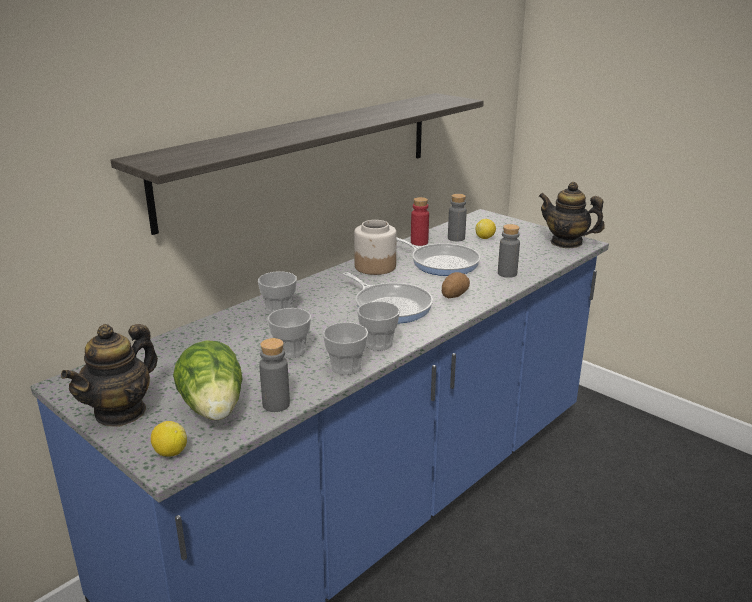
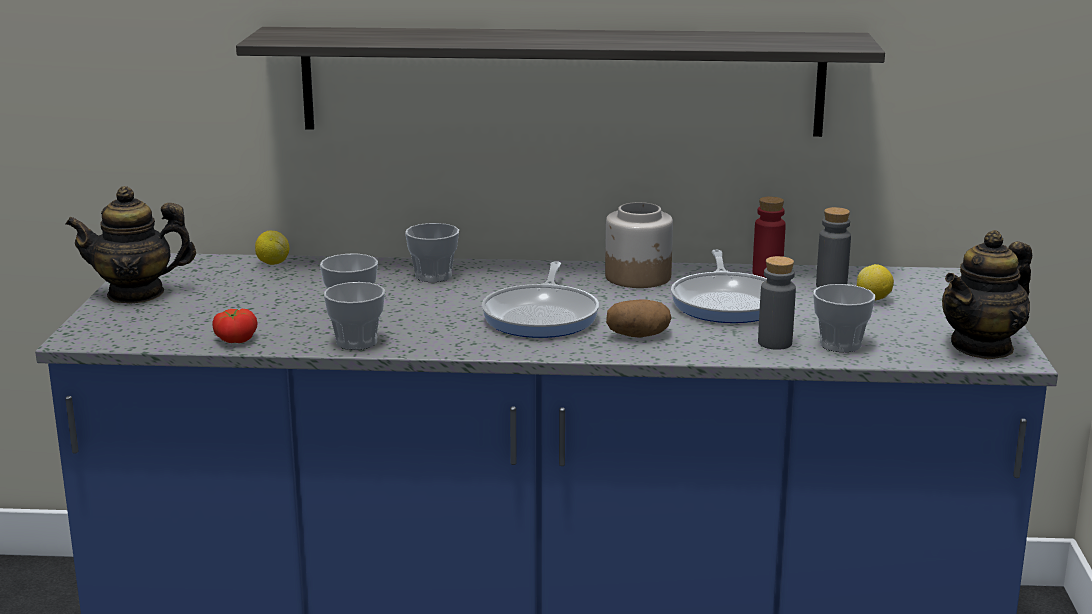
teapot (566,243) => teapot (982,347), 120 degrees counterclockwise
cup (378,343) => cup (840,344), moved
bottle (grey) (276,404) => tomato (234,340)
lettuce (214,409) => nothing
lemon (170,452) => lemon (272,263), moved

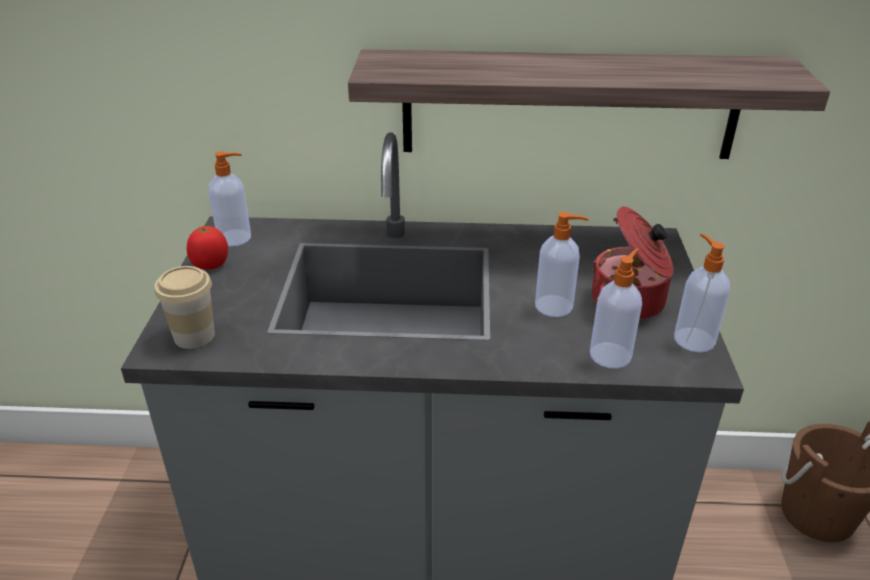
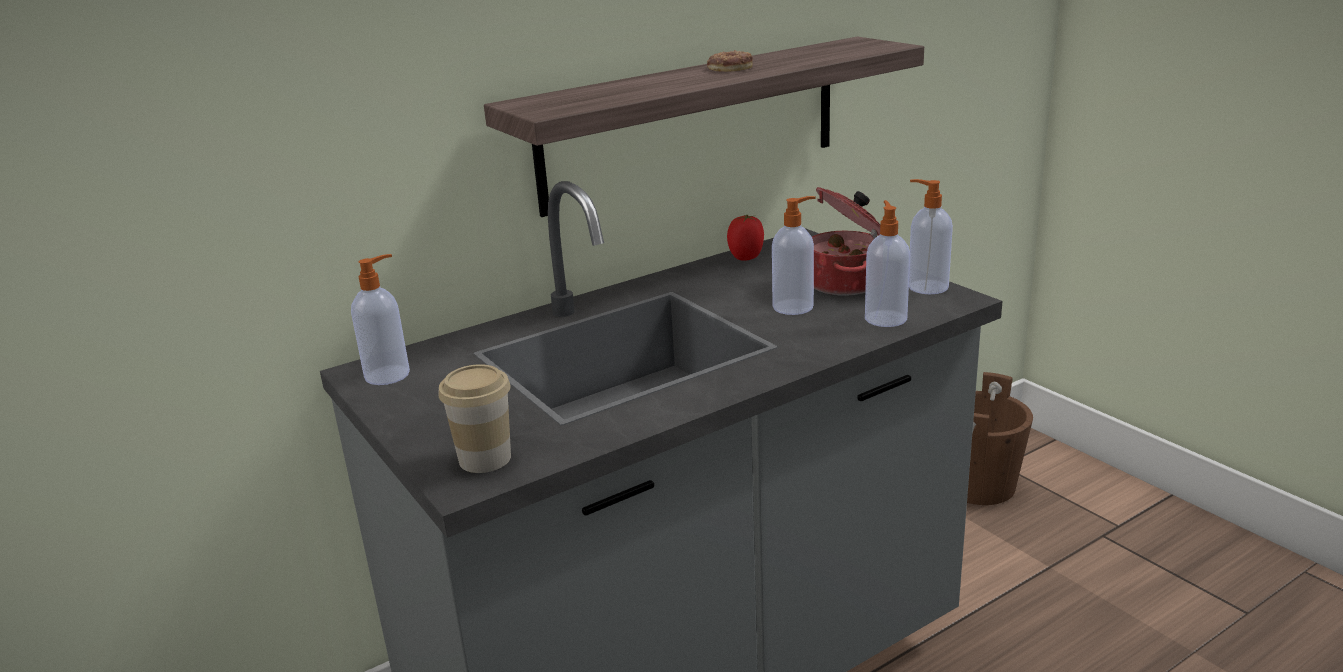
tomato (210,265) => tomato (746,257), moved
nothing => donut (730,67)

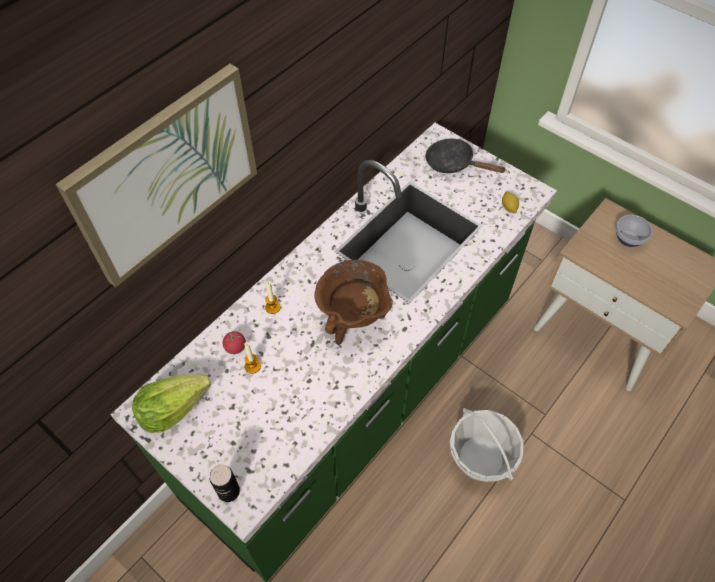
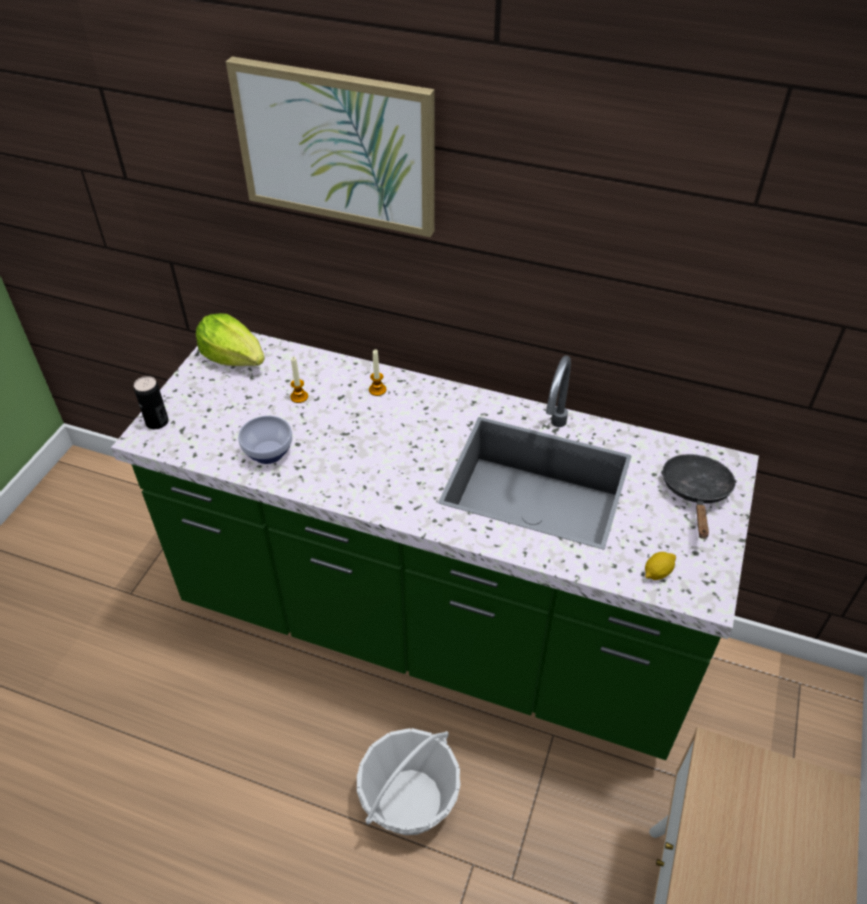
bowl (629,239) => bowl (268,454), moved
cooking pot (brown) (353,319) => nothing
tomato (235,347) => nothing

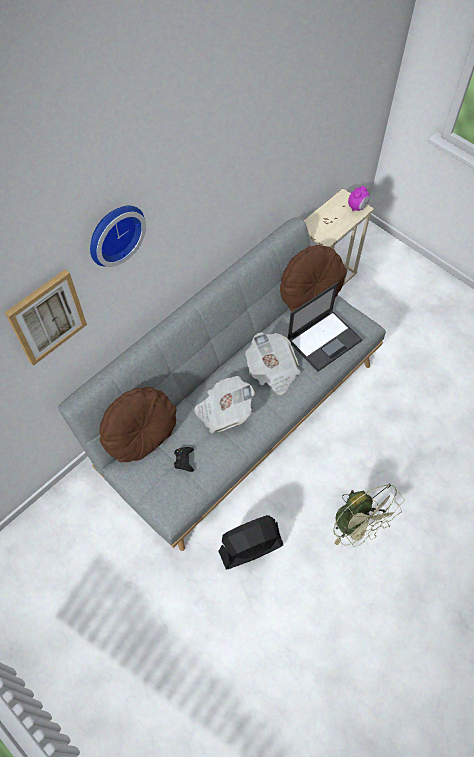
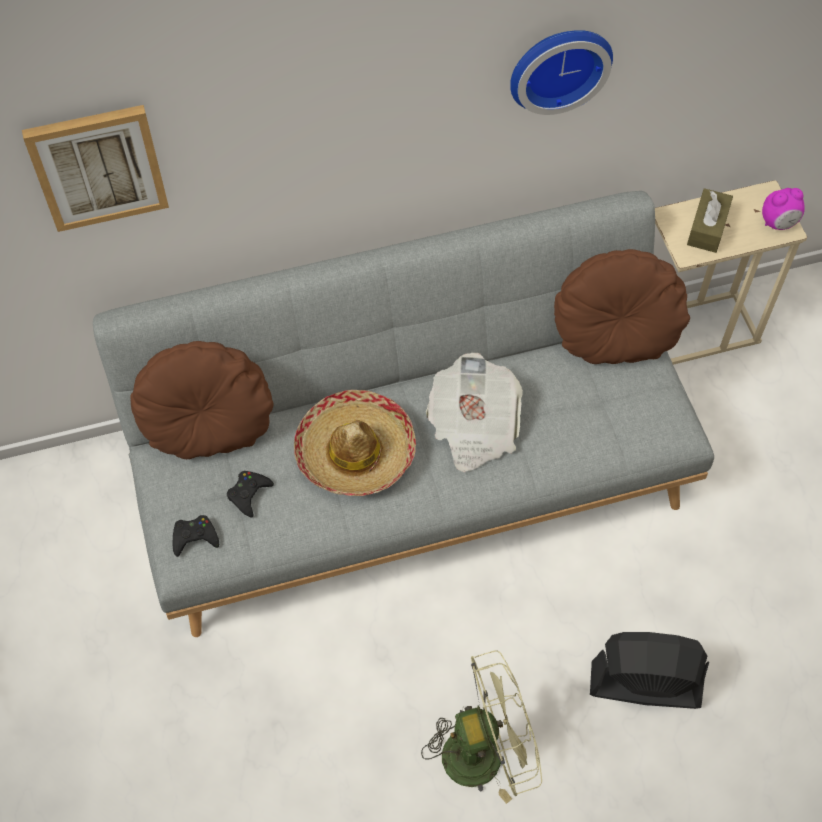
wall clock (113,233) => wall clock (558,65), moved
laptop (324,339) => nothing
newspaper (223,411) => hat (355,451)
fan (green) (357,526) => fan (green) (484,750), 105 degrees counterclockwise
fan (black) (250,548) => fan (black) (644,684), moved
nothing => tissue box (brown) (707,228)
nothing => game controller (black) (195,537)

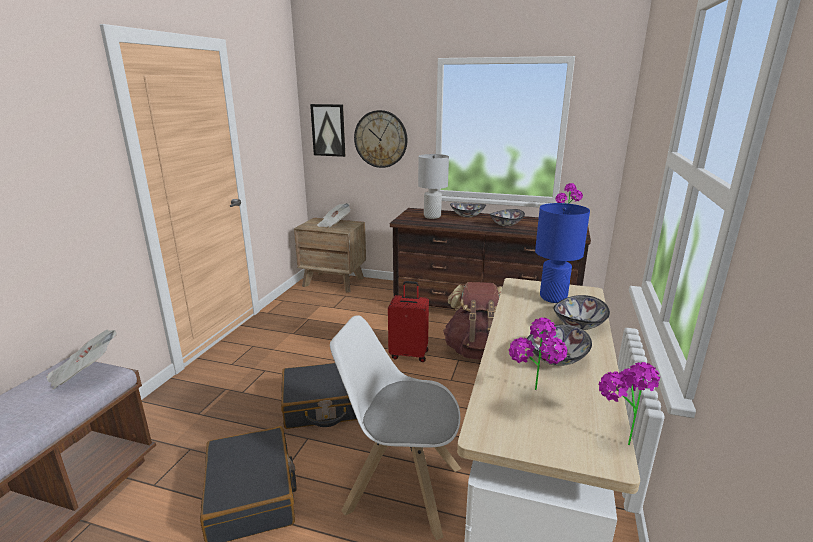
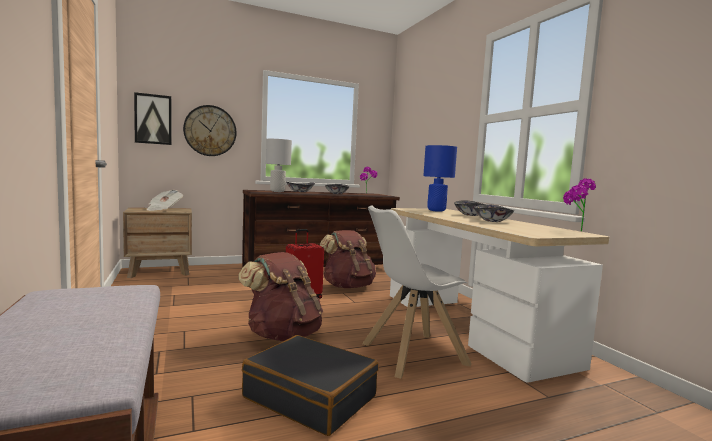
potted plant (534,395) => nothing
newspaper (84,373) => nothing
suitcase (black) (325,405) => backpack (brown) (283,335)

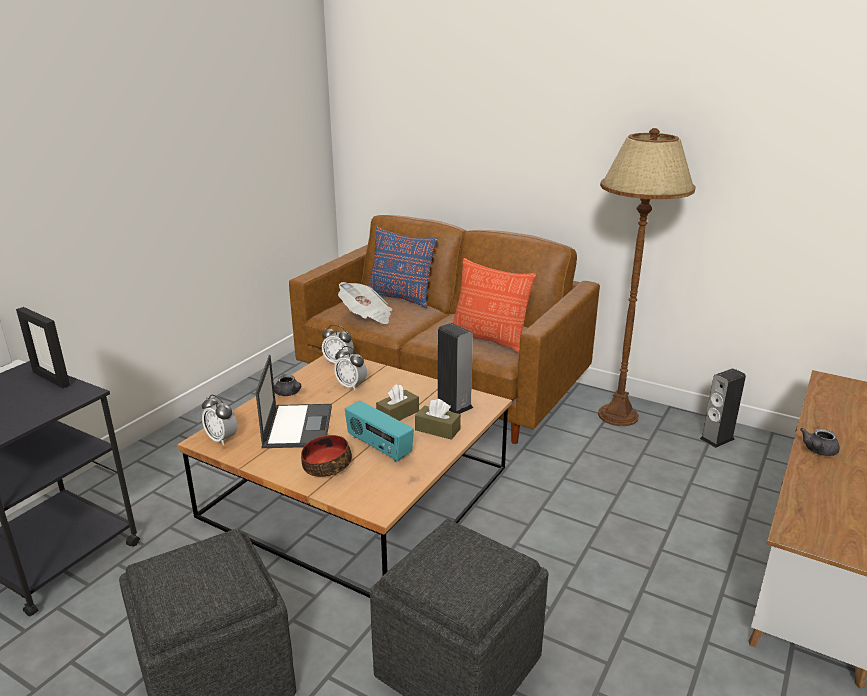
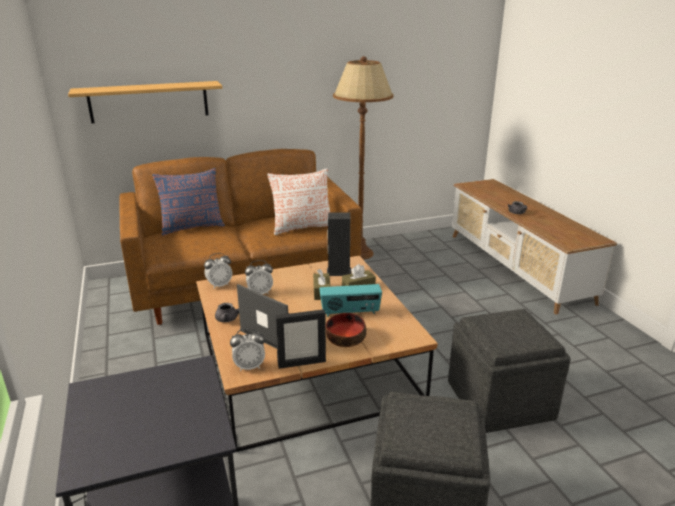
pillow (orange) (489,340) => pillow (white) (302,228)
newspaper (366,316) => nothing
picture frame (52,378) => picture frame (301,362), moved
speaker (717,439) => nothing
nothing => shelf (149,101)

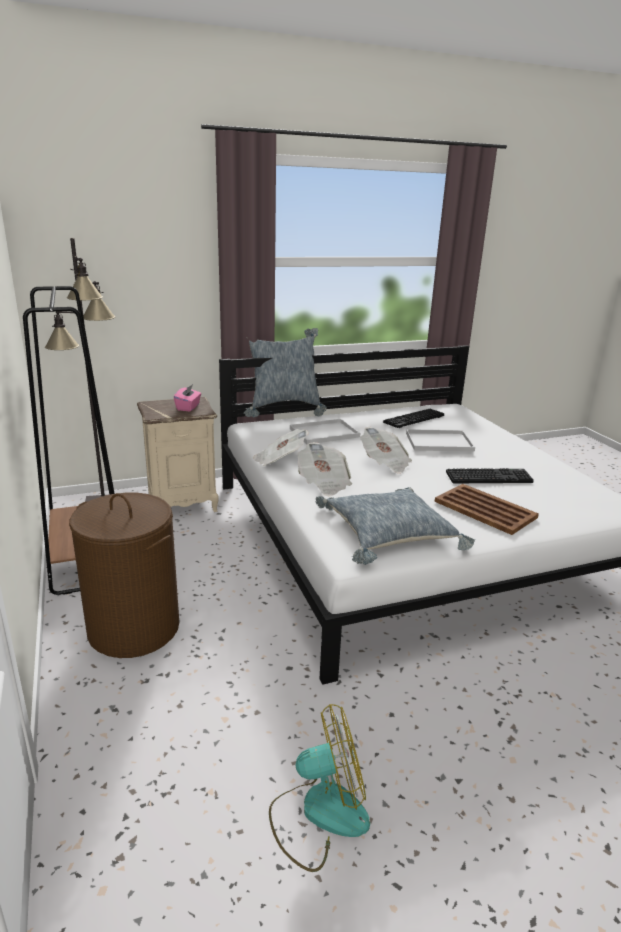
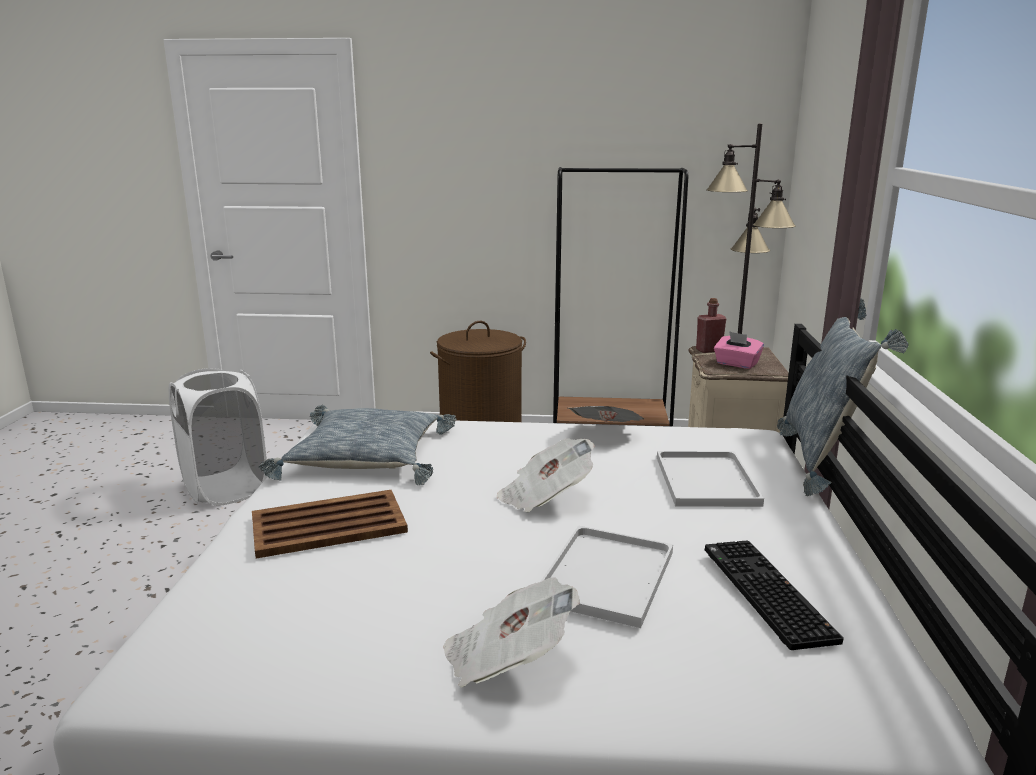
newspaper (324,483) => newspaper (507,660), moved
keyboard (489,477) => nothing
fan (319,813) => laundry basket (white) (225,488)
nothing => bottle (red) (709,350)

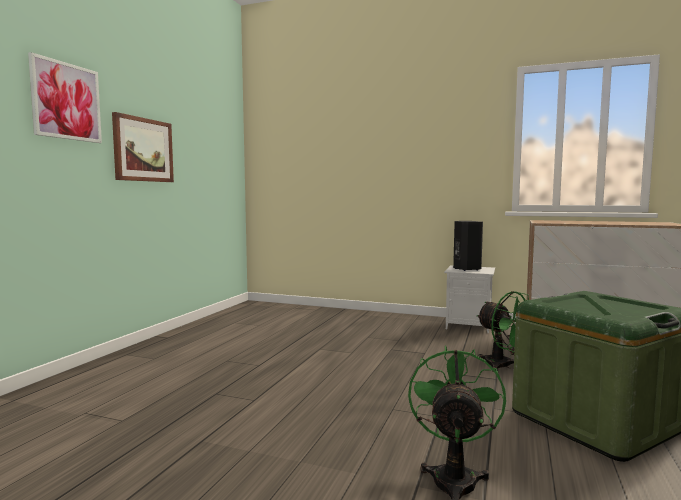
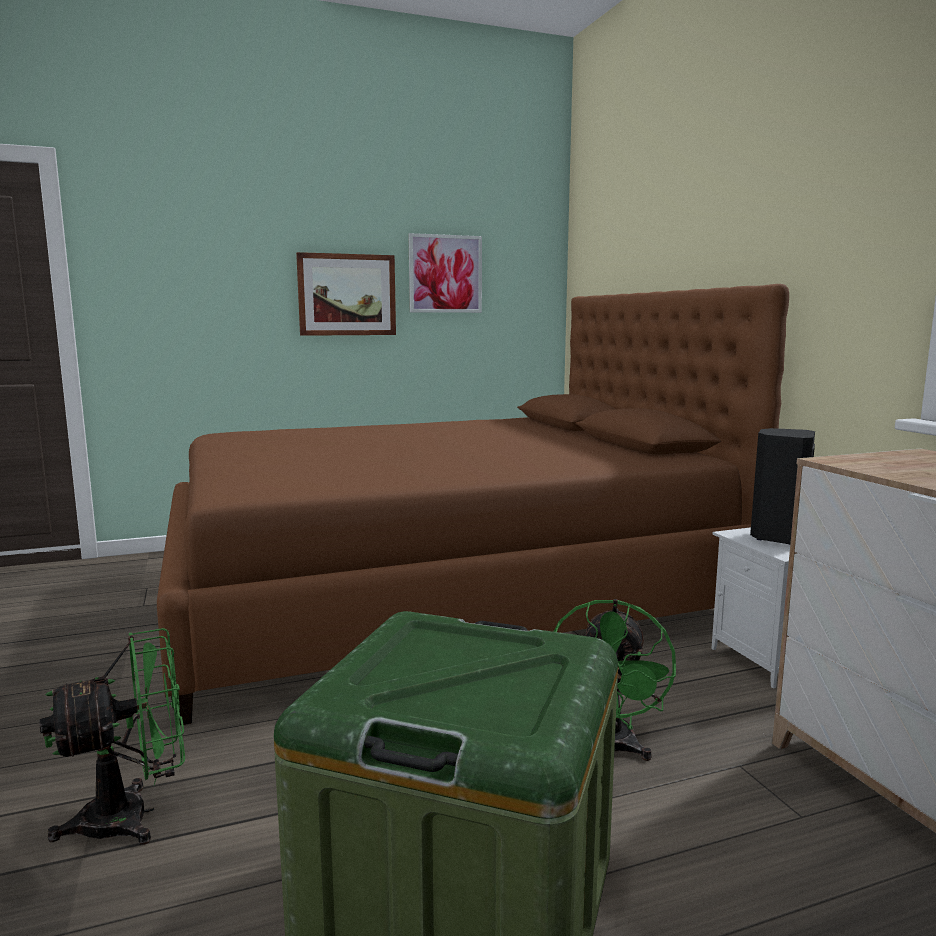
picture (66,101) => picture (445,274), moved
nothing => bed (brown) (444,594)

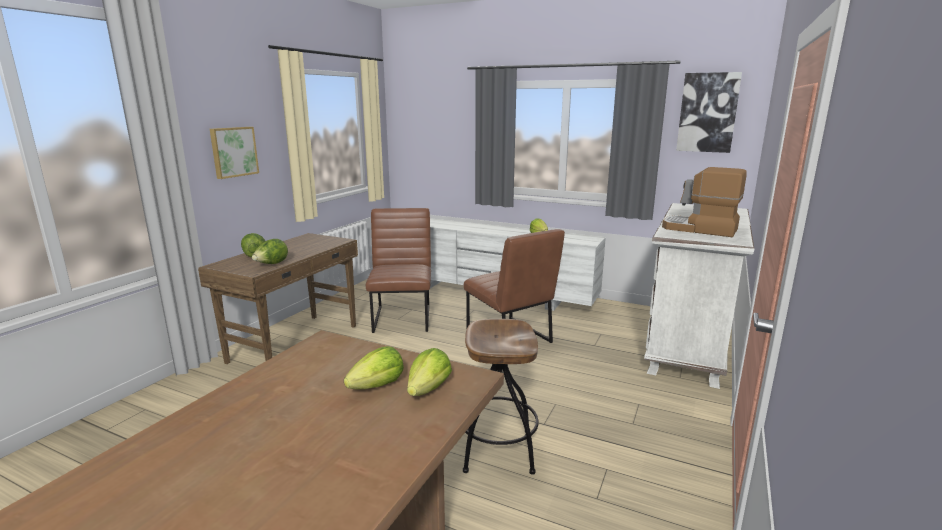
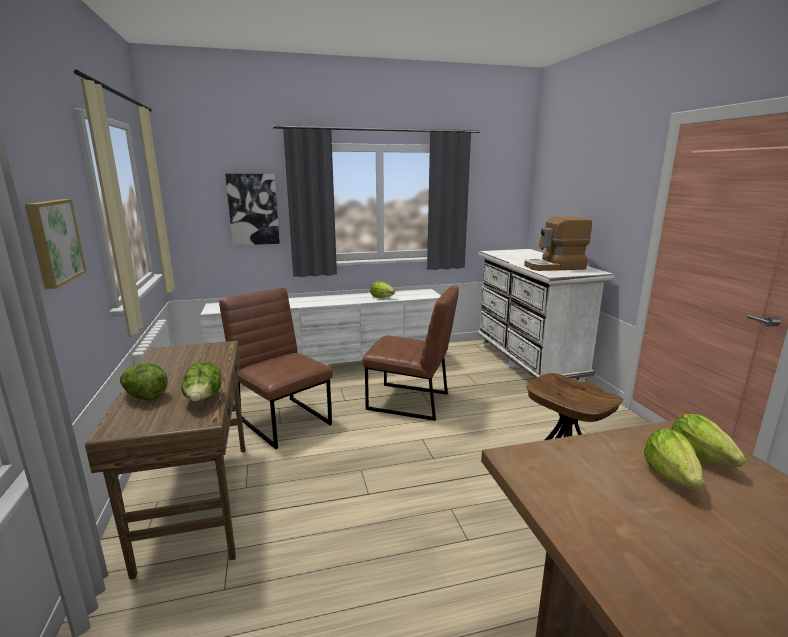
picture (707,112) => picture (253,209), moved

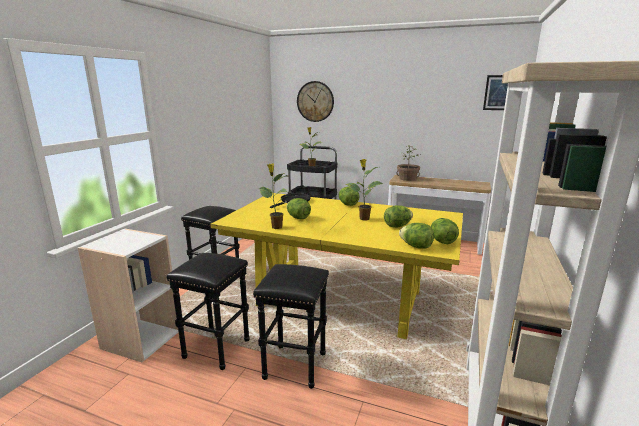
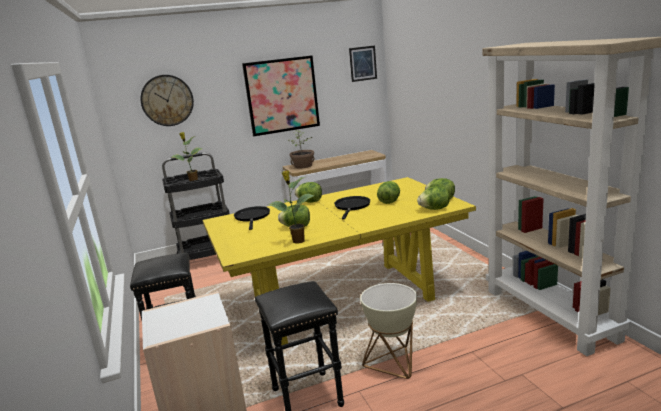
potted plant (363,219) => frying pan (black) (352,206)
stool (black) (293,366) => planter (392,364)
nothing => picture (282,95)

